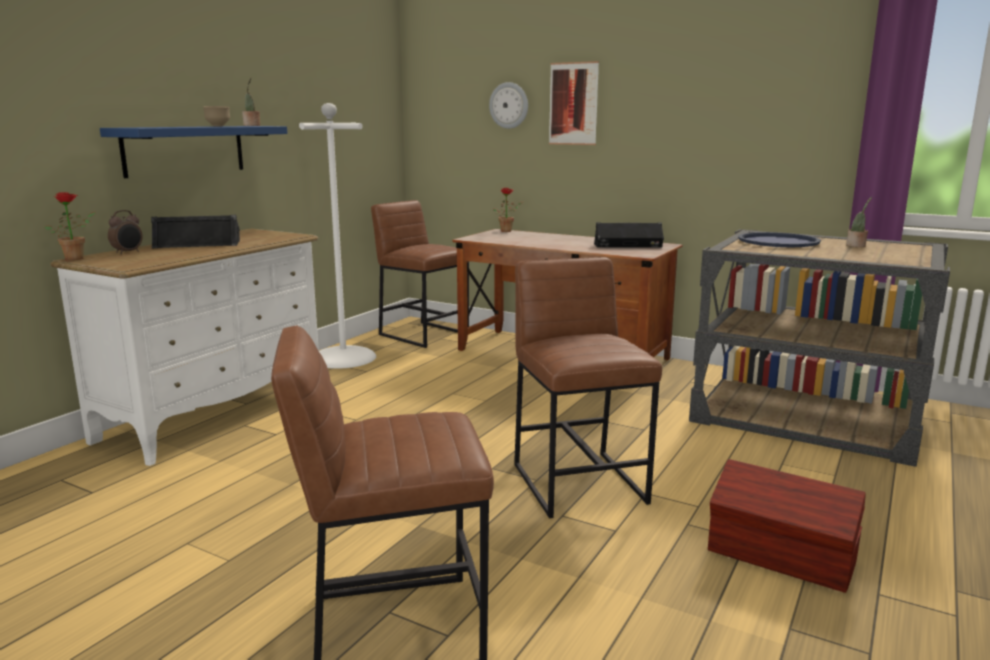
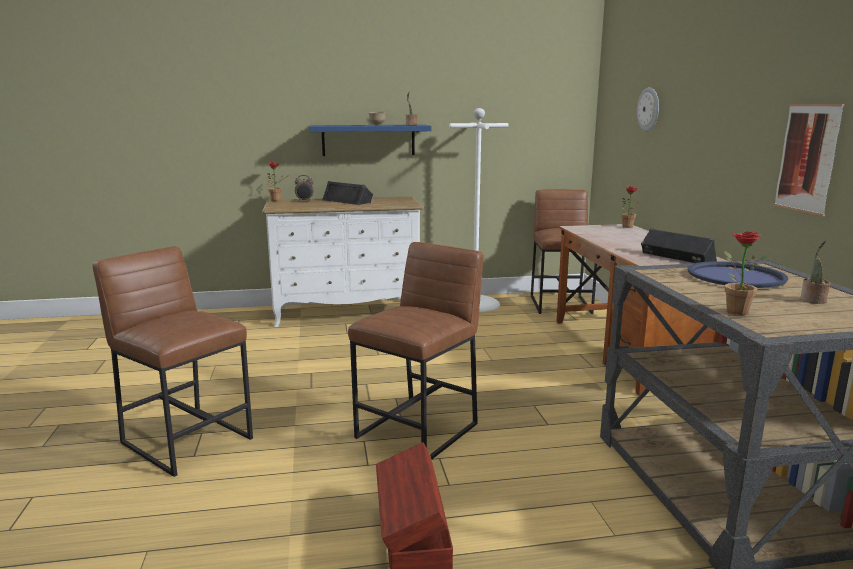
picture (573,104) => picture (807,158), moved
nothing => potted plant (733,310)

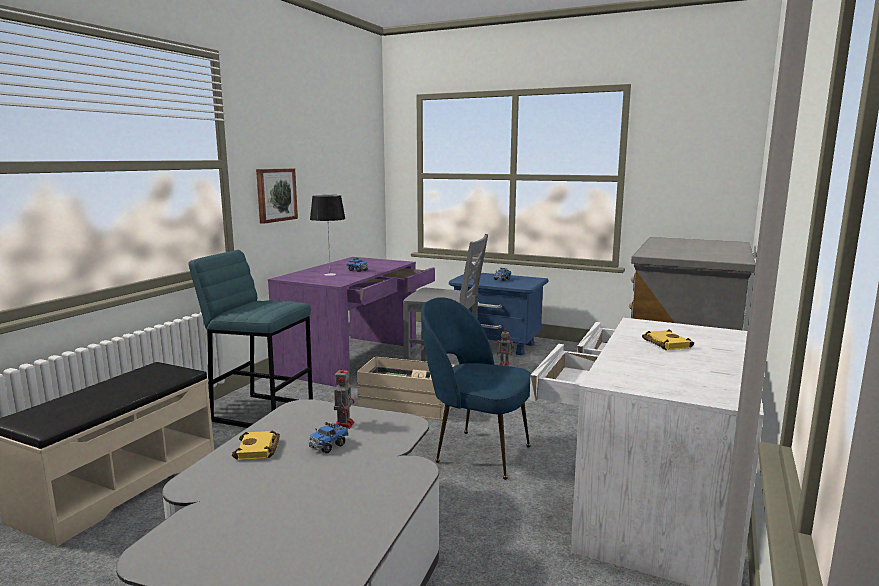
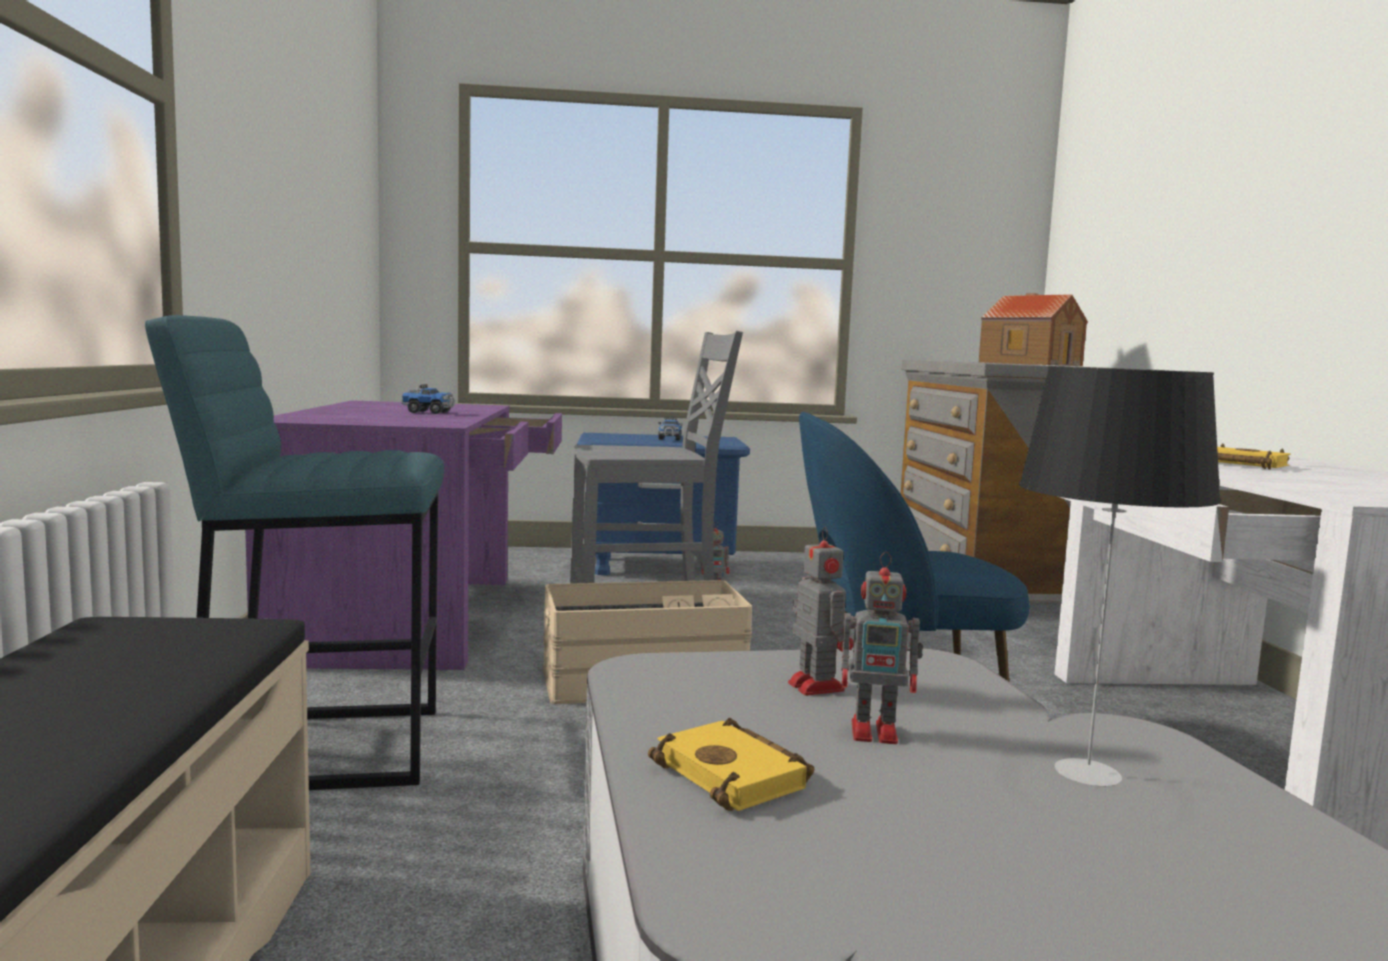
picture (276,195) => nothing
table lamp (329,274) => table lamp (1089,773), moved
toy truck (328,446) => toy robot (877,732)
nothing => toy house (1030,364)

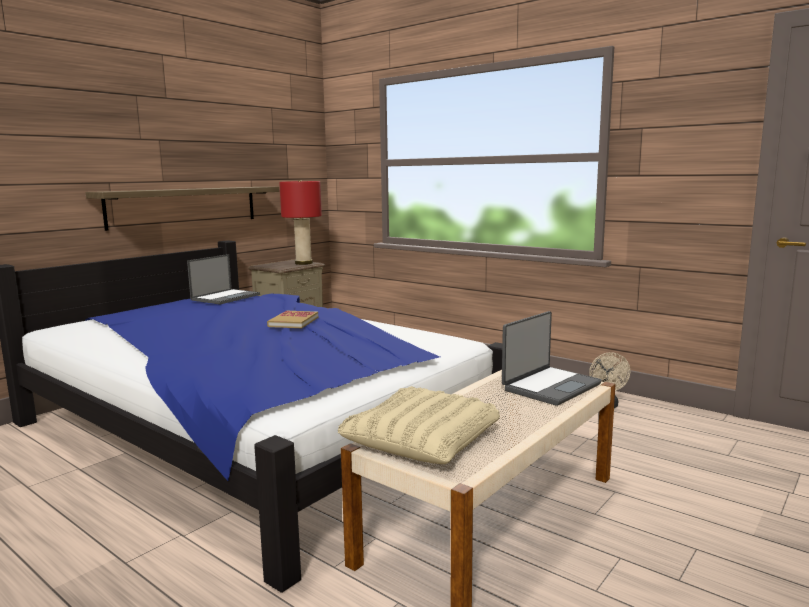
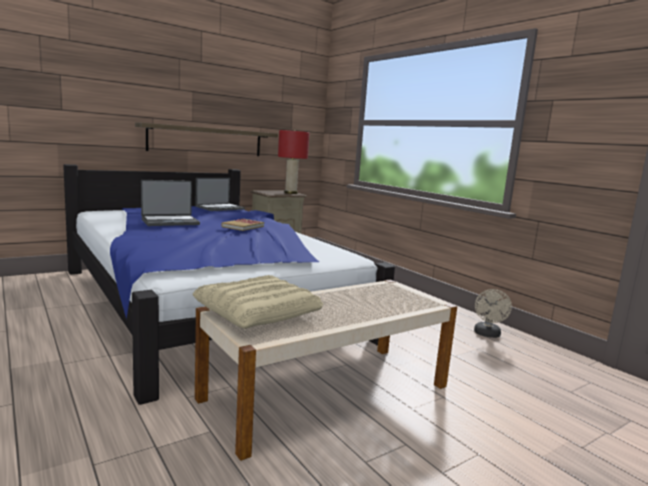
laptop (550,386) => laptop (170,222), moved

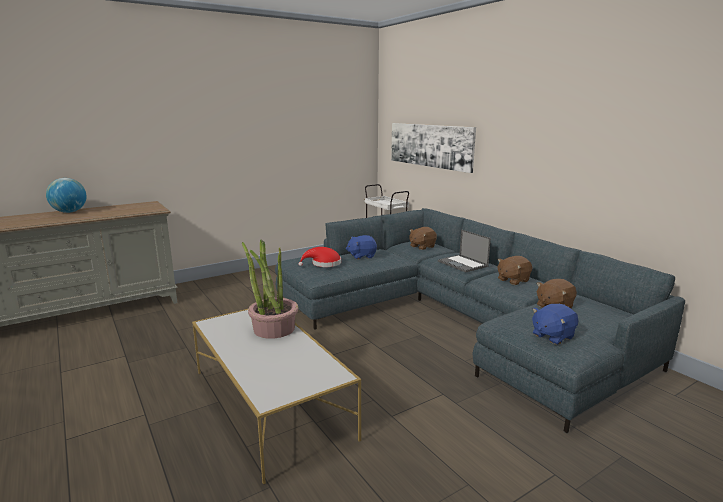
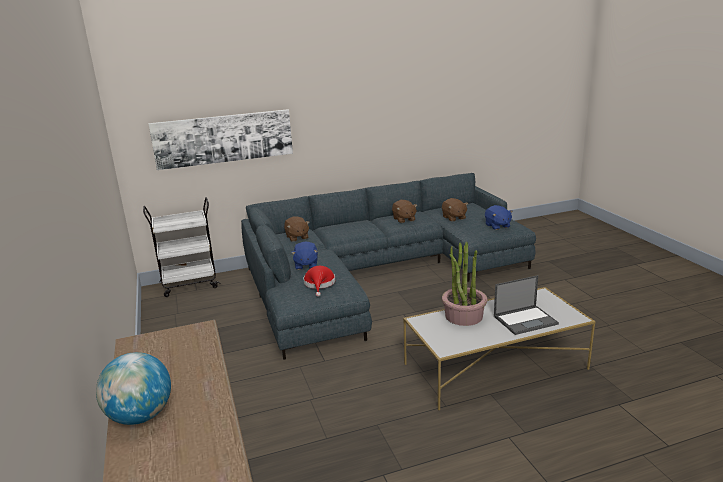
laptop (463,264) => laptop (525,320), moved

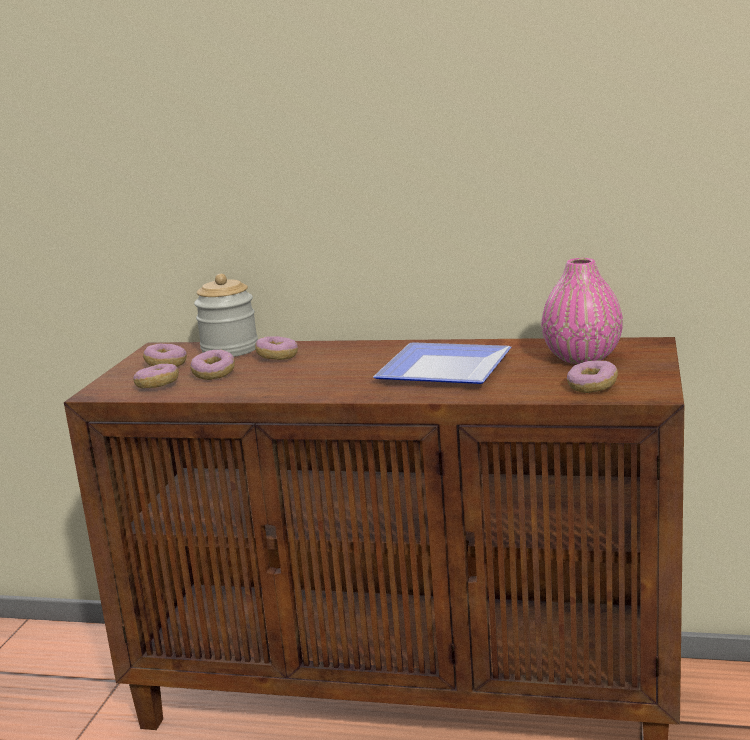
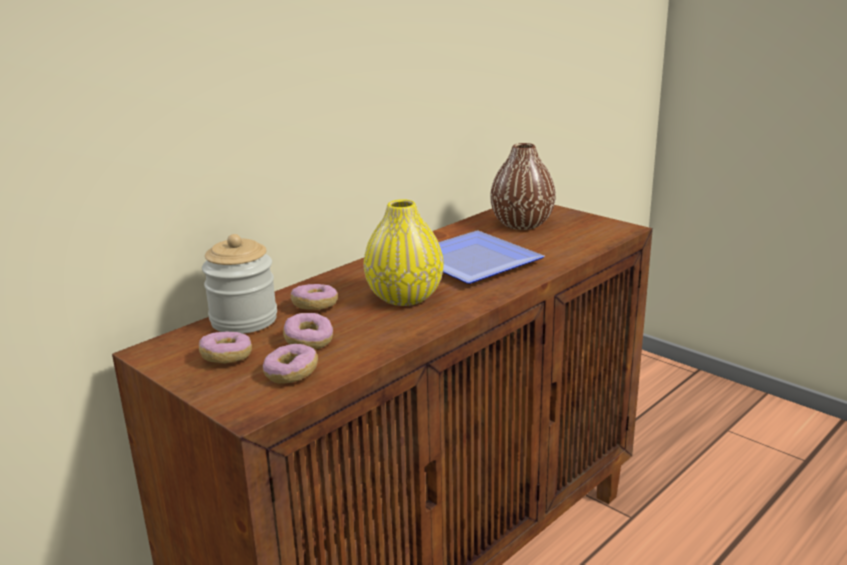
vase (pink) (582,357) => vase (brown) (521,224)
donut (592,387) => nothing
nothing => vase (yellow) (404,297)

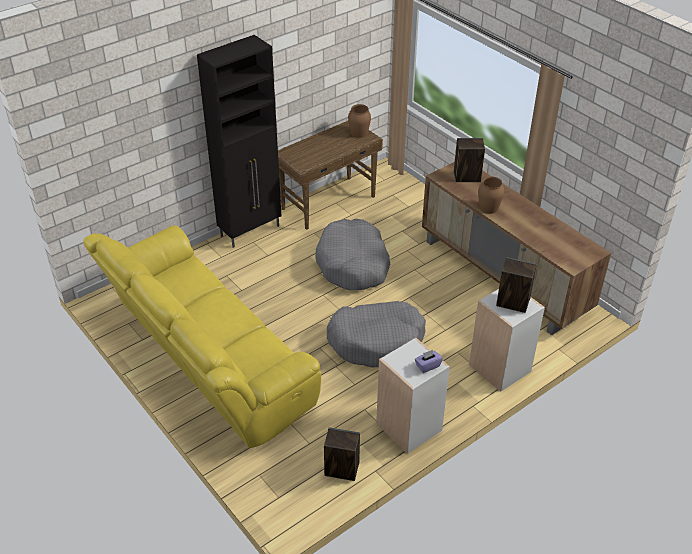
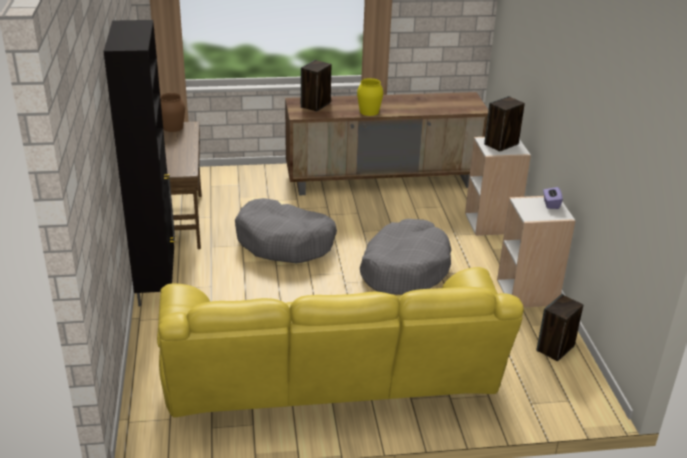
vase (brown) (488,208) => vase (yellow) (369,112)

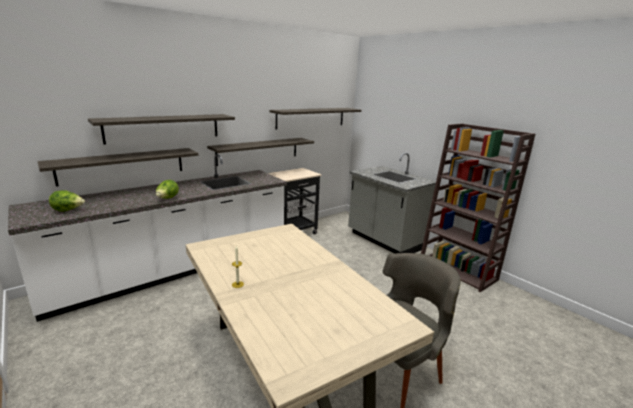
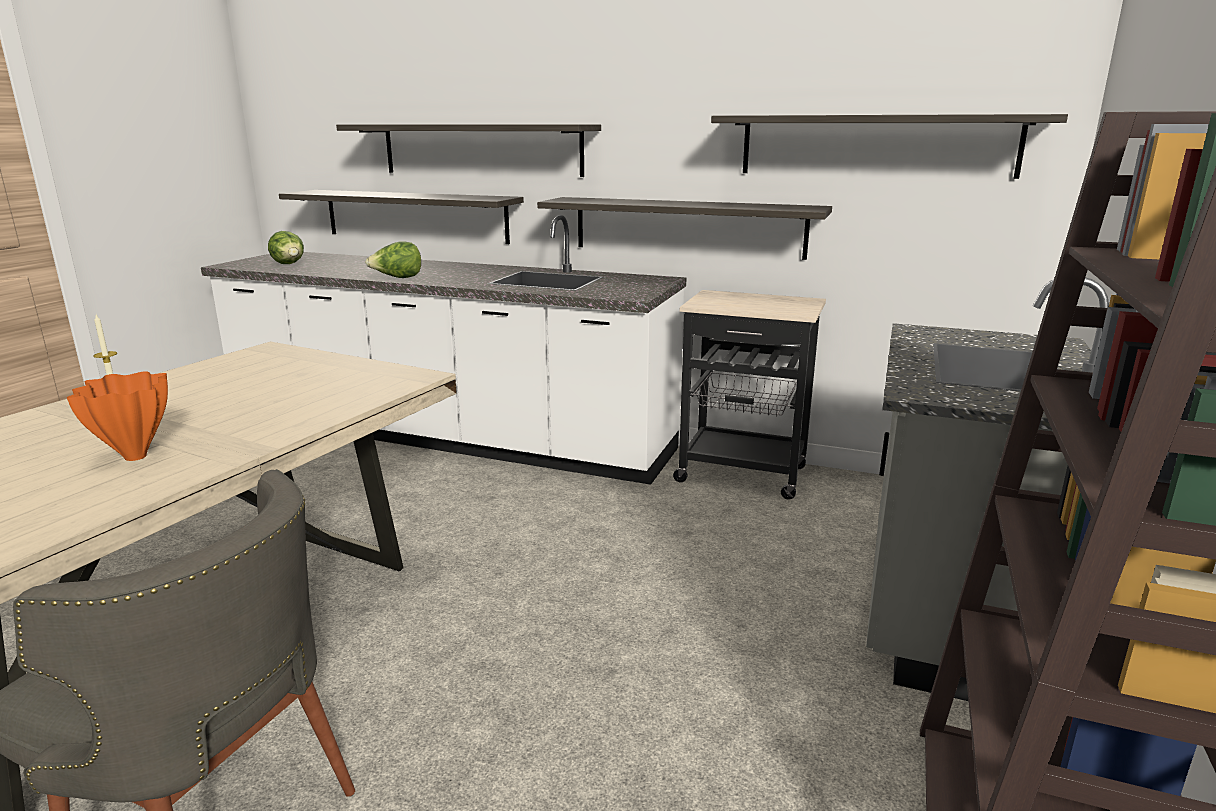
nothing => vase (orange) (137,456)

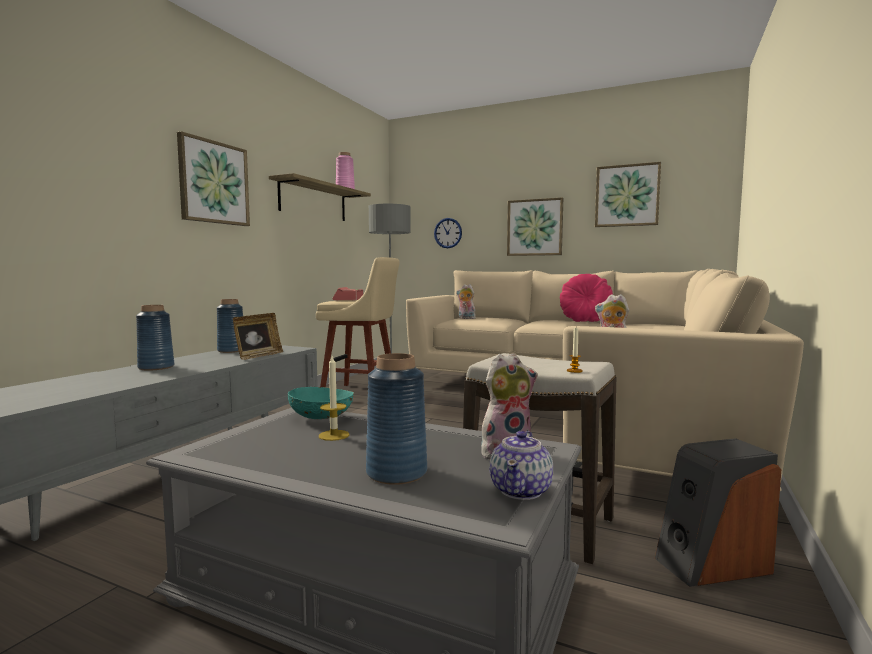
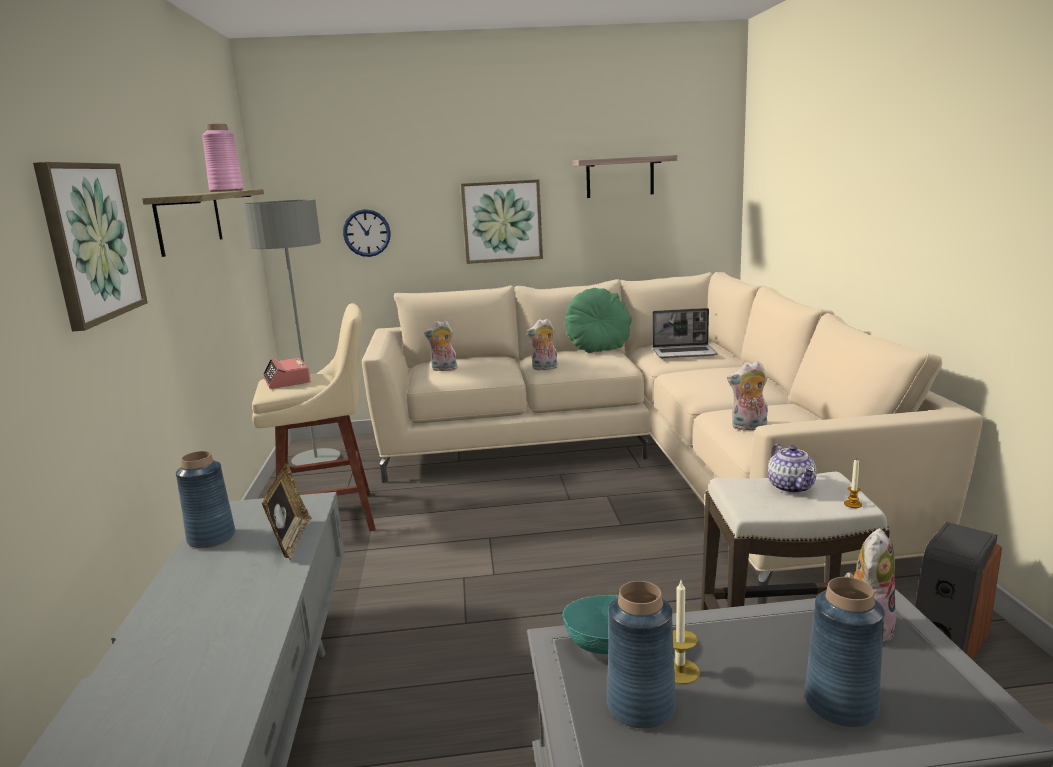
picture (627,195) => shelf (620,177)
pillow (pink) (585,321) => pillow (green) (598,350)
vase (blue) (156,367) => vase (blue) (641,706), moved
teapot (521,490) => teapot (791,487), moved
nothing => laptop (684,353)
nothing => plush toy (544,368)

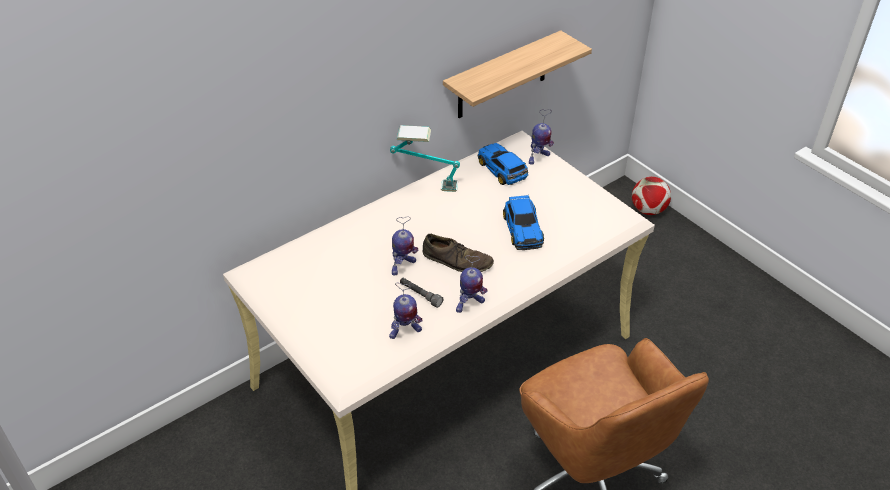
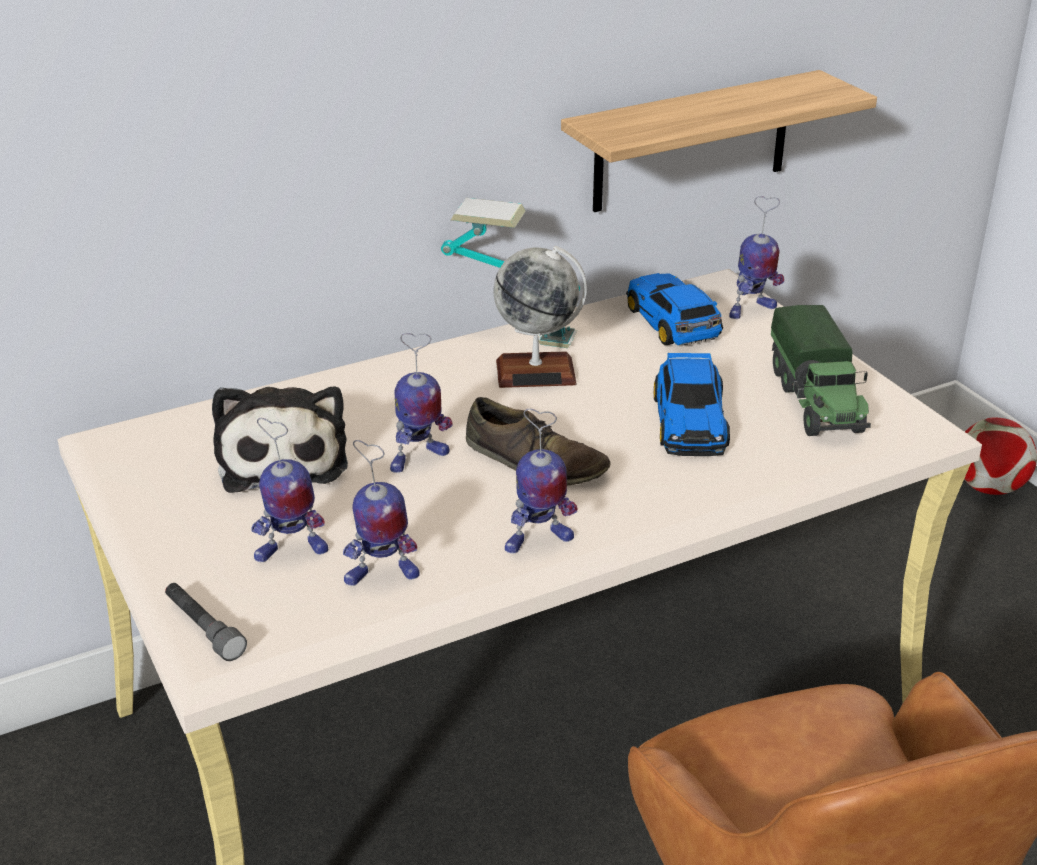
flashlight (grey) (420,295) => flashlight (grey) (204,629), moved
nothing => globe (536,372)
nothing => toy truck (816,402)
nothing => plush toy (283,457)
nothing => toy robot (290,552)

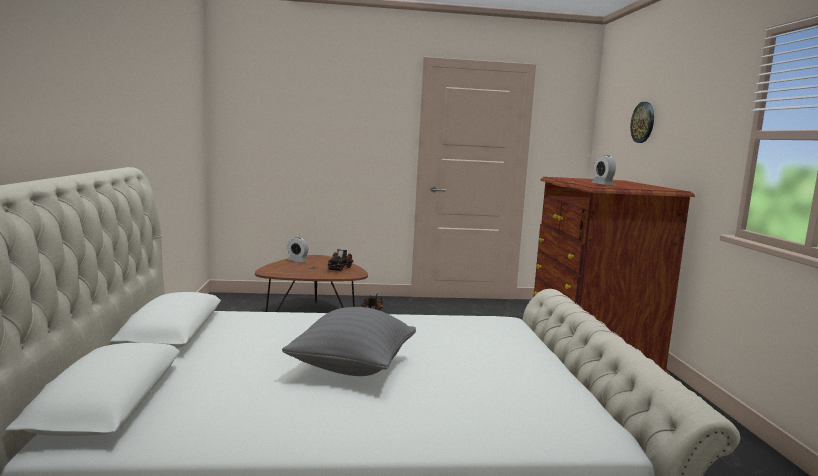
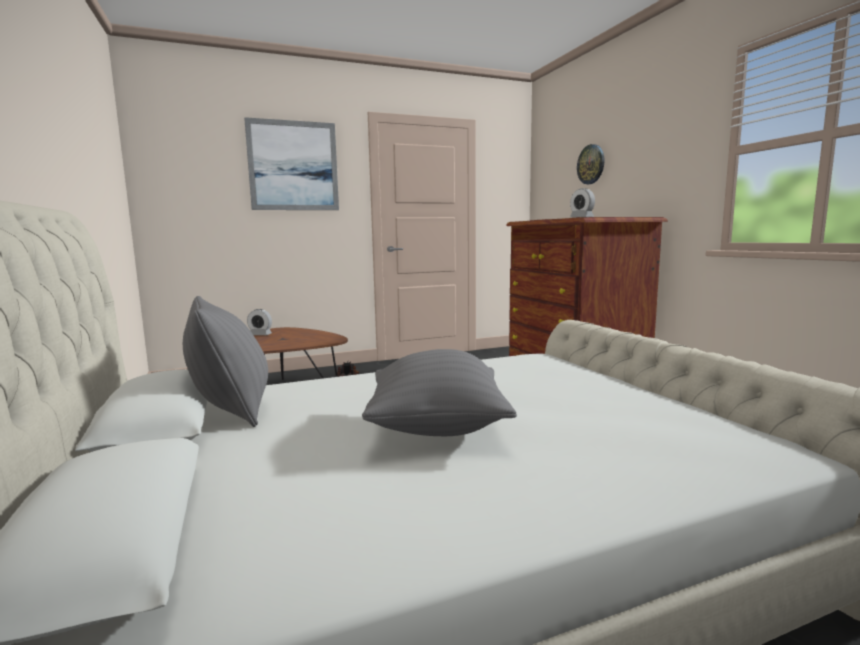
toy truck (339,268) => nothing
nothing => picture (293,166)
nothing => pillow (grey) (231,409)

